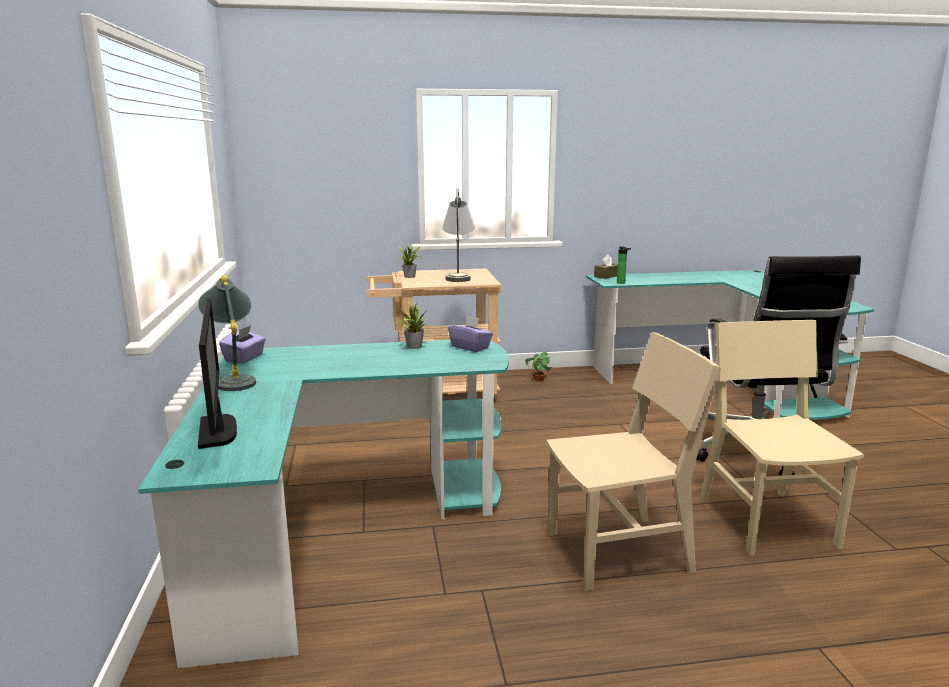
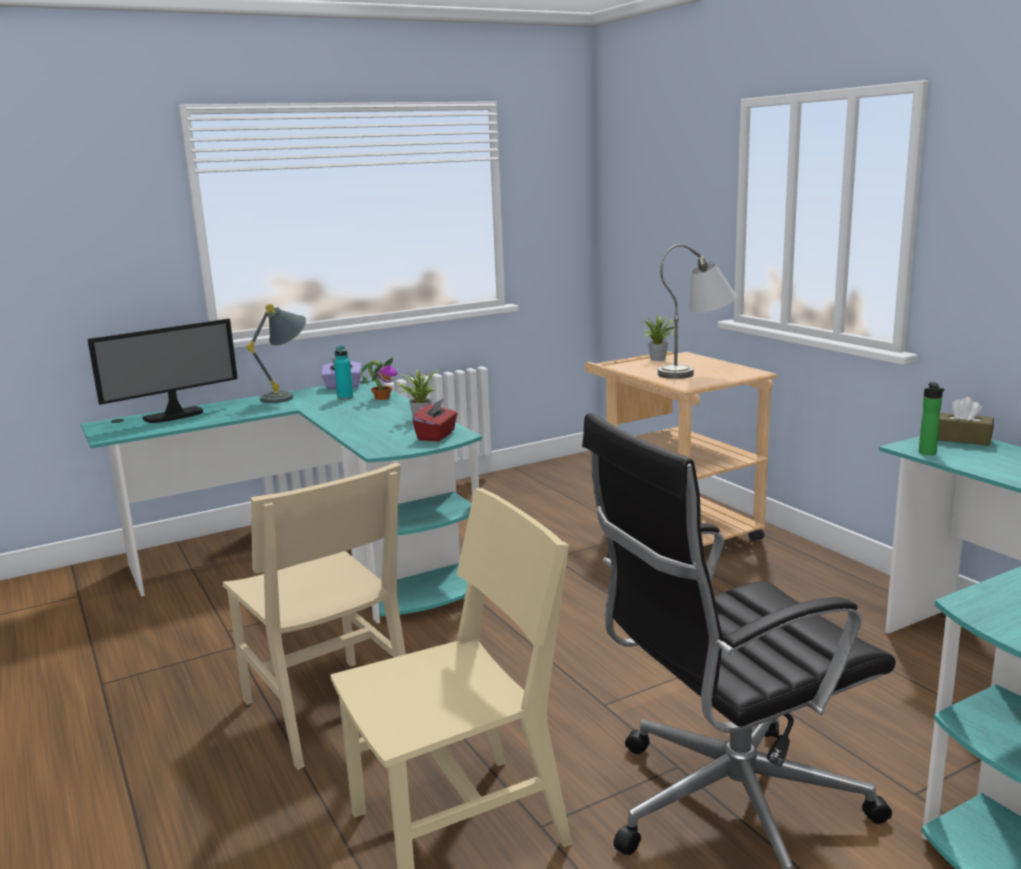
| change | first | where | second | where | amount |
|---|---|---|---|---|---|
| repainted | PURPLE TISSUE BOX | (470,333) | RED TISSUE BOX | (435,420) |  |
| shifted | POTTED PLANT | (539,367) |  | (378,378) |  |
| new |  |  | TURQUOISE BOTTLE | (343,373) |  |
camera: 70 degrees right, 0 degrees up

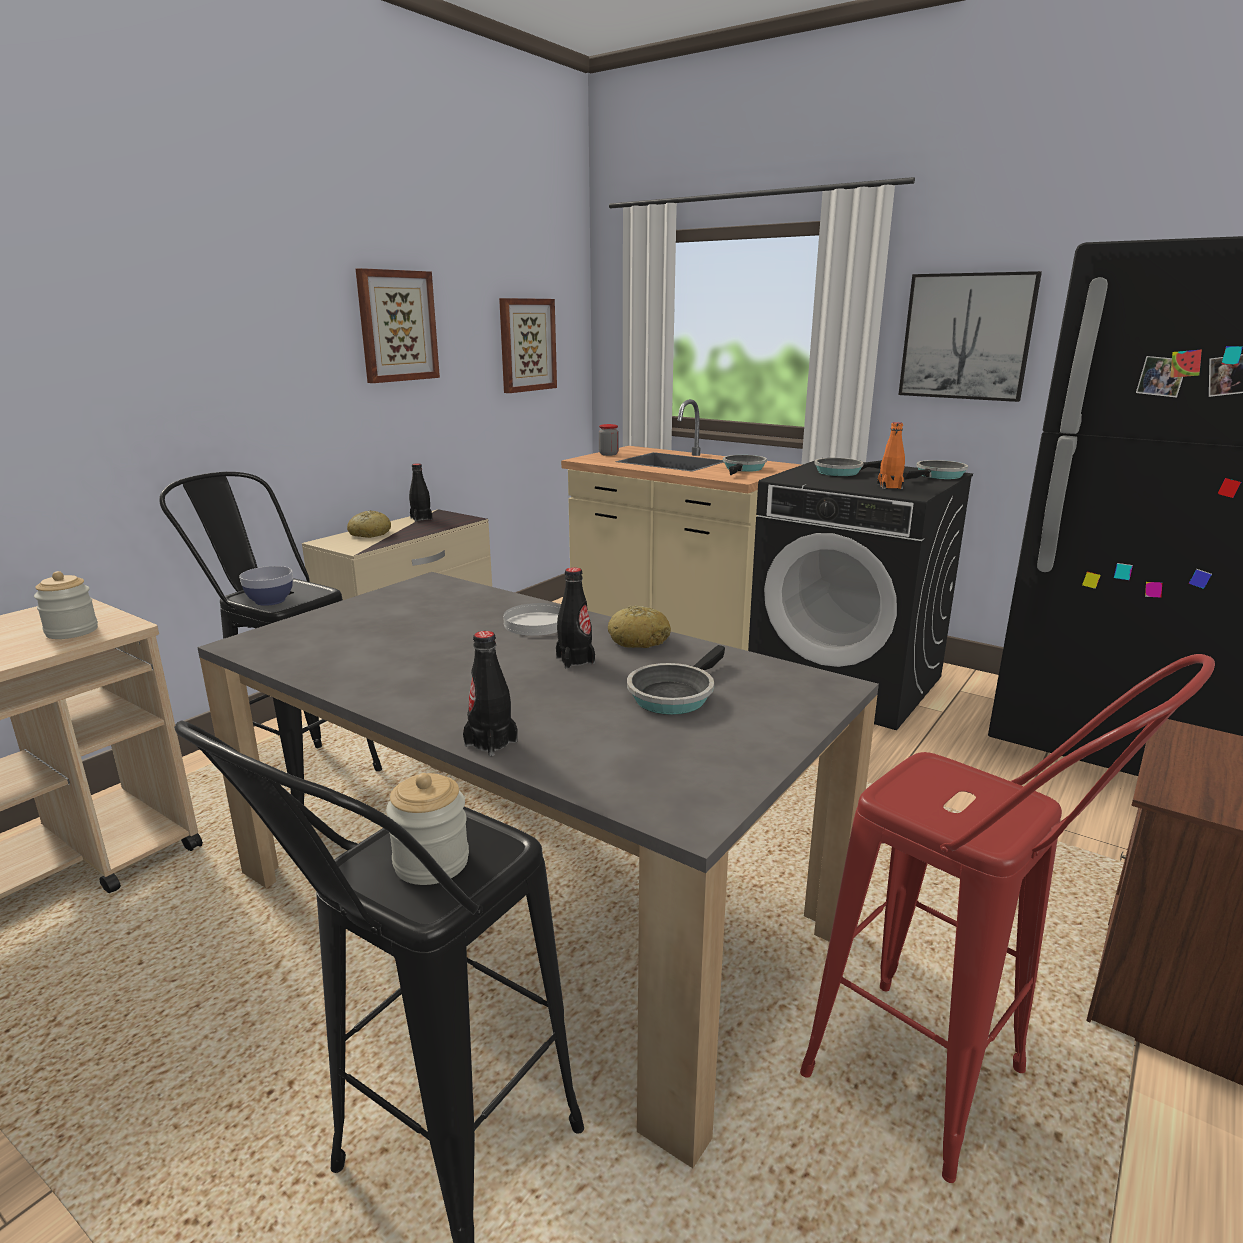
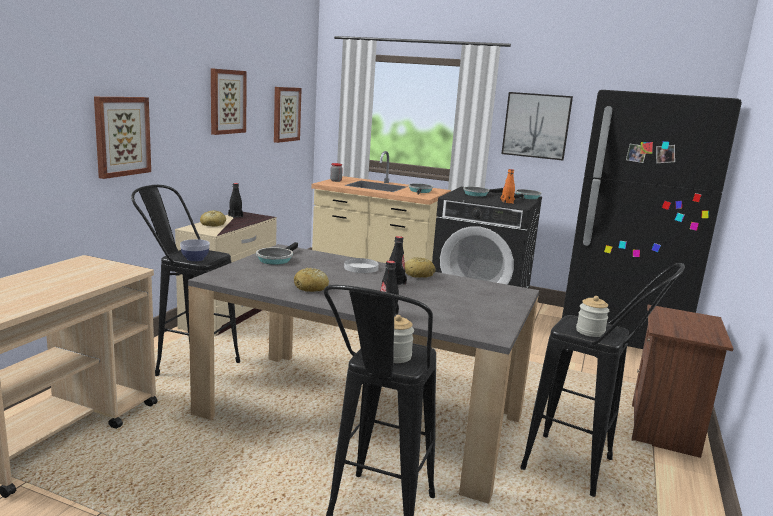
| change | first | where | second | where | amount |
|---|---|---|---|---|---|
| shifted | JAR | (66,605) |  | (592,316) |  |
| shifted | FRYING PAN | (676,680) |  | (277,253) |  |
| repainted | RED STOOL | (1007,918) | BLACK STOOL | (602,380) |  |
| new |  |  | PICTURE | (122,138) |  |
| new |  |  | BREAD | (311,280) |  |
camera: 15 degrees left, 5 degrees down

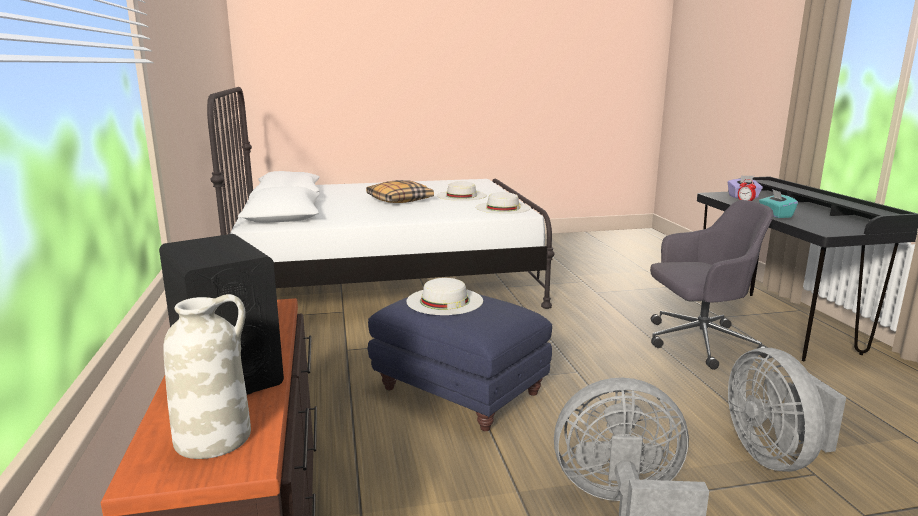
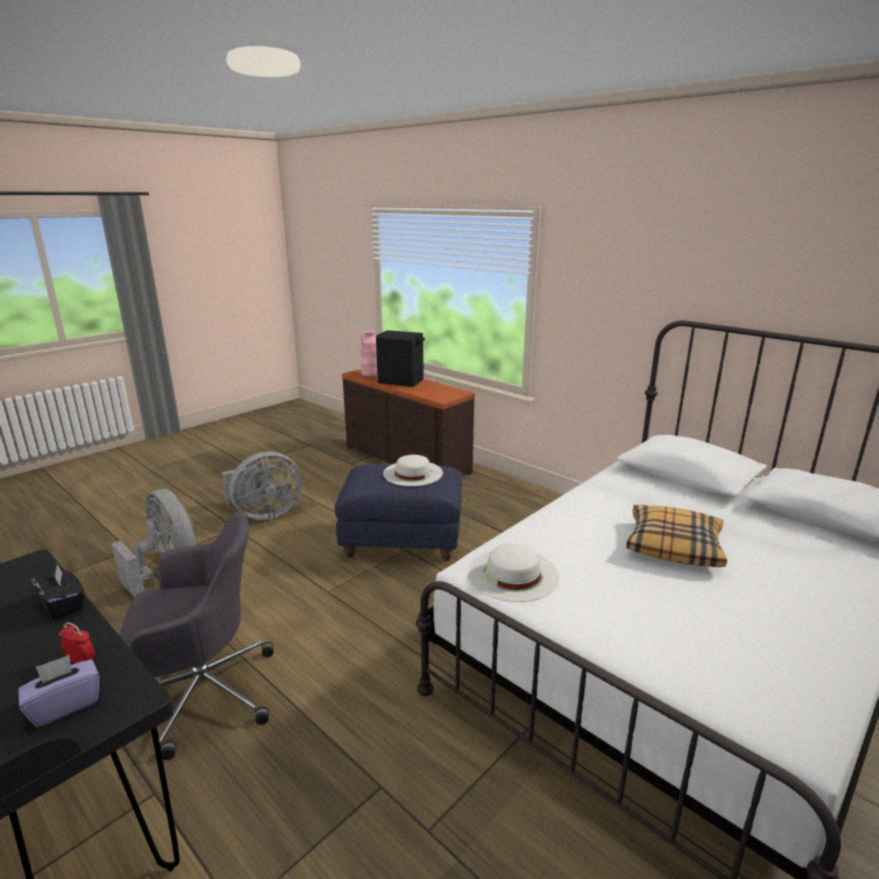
| change | first | where | second | where | amount |
|---|---|---|---|---|---|
| gone | WHITE HAT | (462,191) |  |  |  |
| repainted | TURQUOISE TISSUE BOX | (778,203) | BLACK TISSUE BOX | (58,592) |  |
| rotated | GREY OFFICE CHAIR | (712,285) |  | (196,635) | 150 degrees counterclockwise |
| repainted | WHITE VASE | (207,376) | PINK VASE | (368,353) |  |
camera: 145 degrees right, 5 degrees up

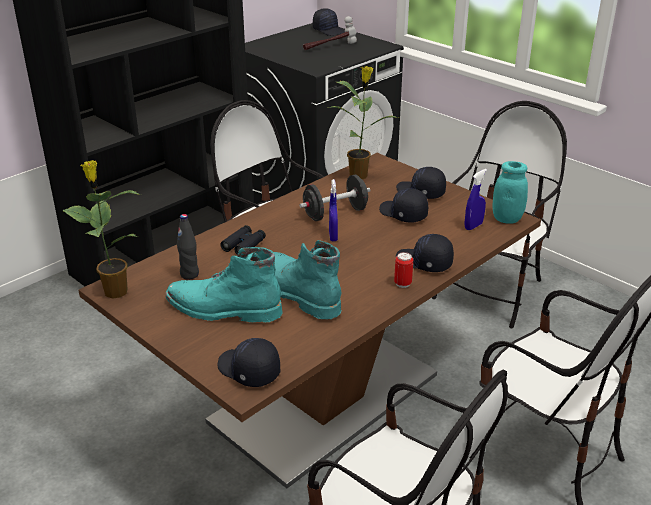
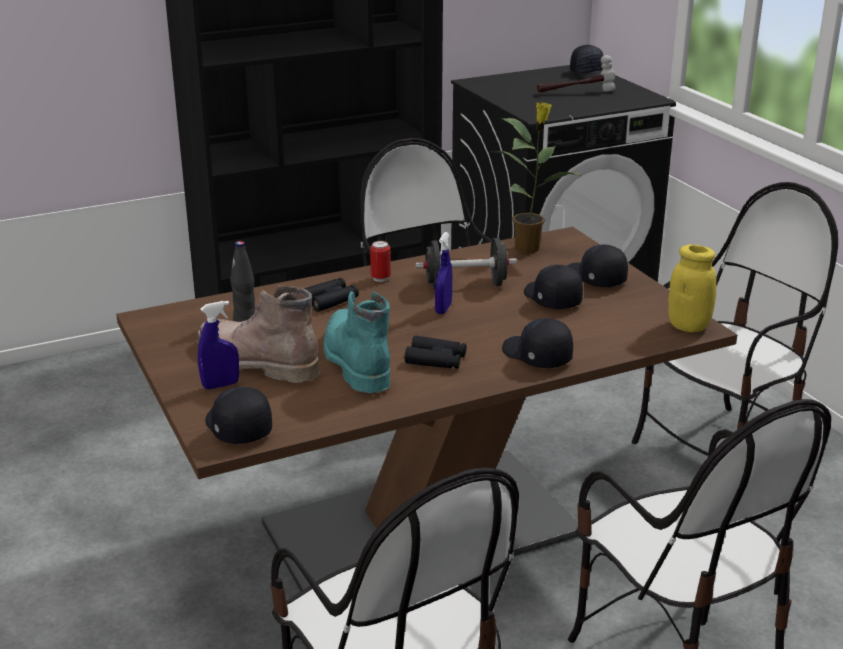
| change | first | where | second | where | amount |
|---|---|---|---|---|---|
| gone | POTTED PLANT | (101,229) |  |  |  |
| repainted | TURQUOISE JAR | (510,192) | YELLOW JAR | (692,288) |  |
| shifted | BLUE SPRAY BOTTLE | (476,199) |  | (218,345) |  |
| repainted | TURQUOISE BOOT | (223,284) | BROWN BOOT | (258,334) |  |
| shifted | CAN | (403,270) |  | (380,261) |  |
| new |  |  | BLACK BINOCULARS | (436,352) |  |
camera: 20 degrees right, 5 degrees down

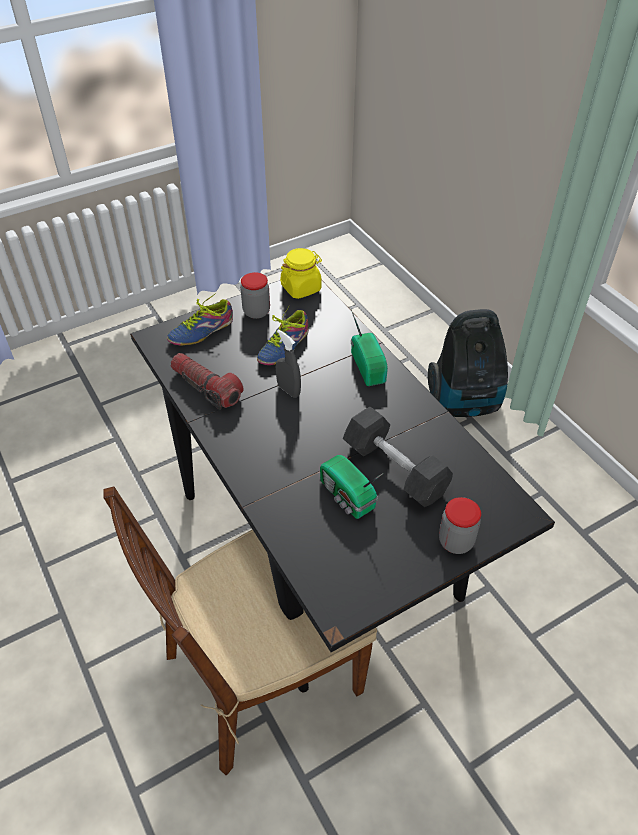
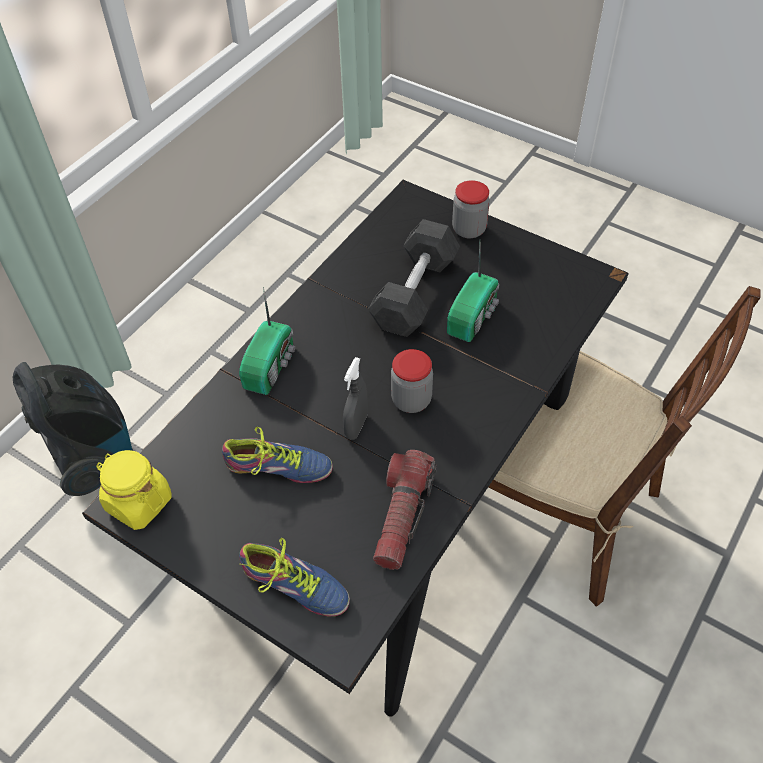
| change | first | where | second | where | amount |
|---|---|---|---|---|---|
| shifted | JAR | (255,295) |  | (412,381) |  |
| rotated | RADIO | (369,347) |  | (267,341) | 150 degrees clockwise |
camera: 115 degrees left, 5 degrees up

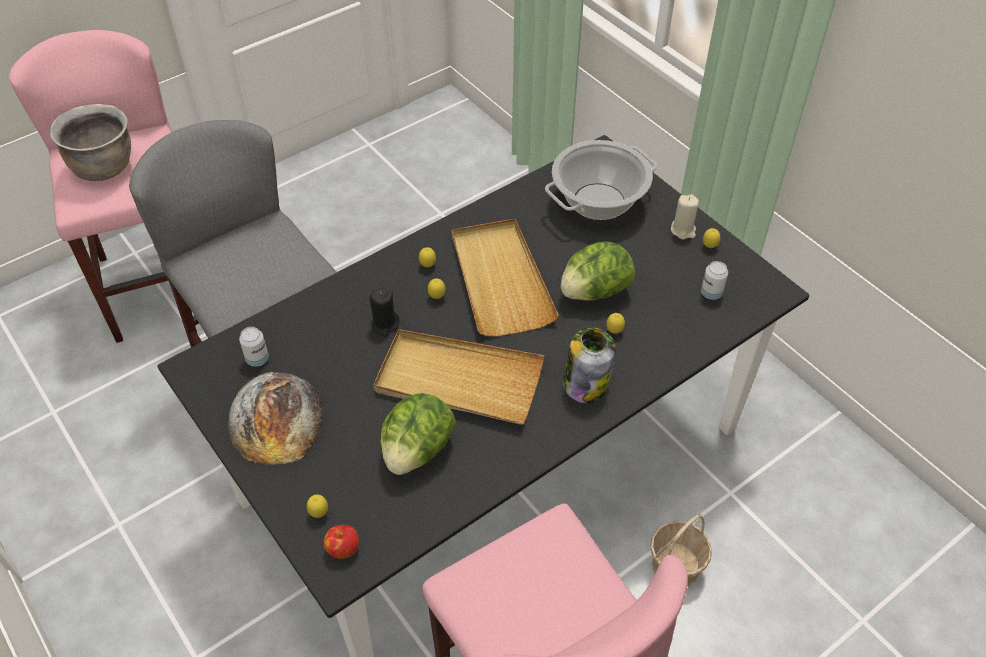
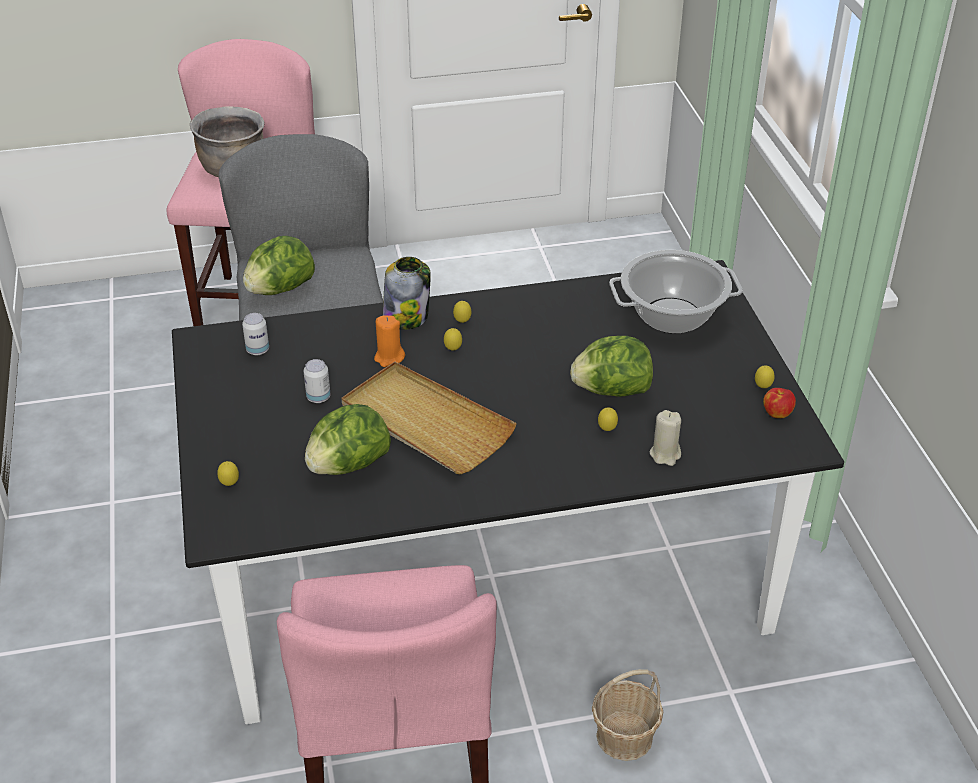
| change | first | where | second | where | amount |
|---|---|---|---|---|---|
| shifted | BEIGE CANDLE | (685,217) |  | (665,438) |  |
| gone | BEIGE TRAY | (505,278) |  |  |  |
| shifted | CAN | (714,280) |  | (317,381) |  |
| repainted | BLACK CANDLE | (384,312) | ORANGE CANDLE | (389,341) |  |
| shifted | JAR | (589,365) |  | (406,293) |  |
| gone | BREAD | (275,418) |  |  |  |
| shifted | APPLE | (341,542) |  | (779,403) |  |
| new |  |  | LETTUCE | (279,265) |  |
camera: 25 degrees right, 10 degrees down

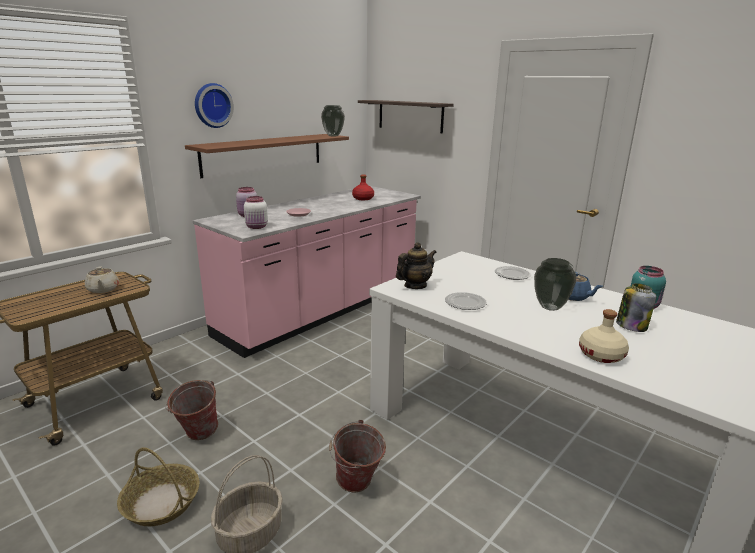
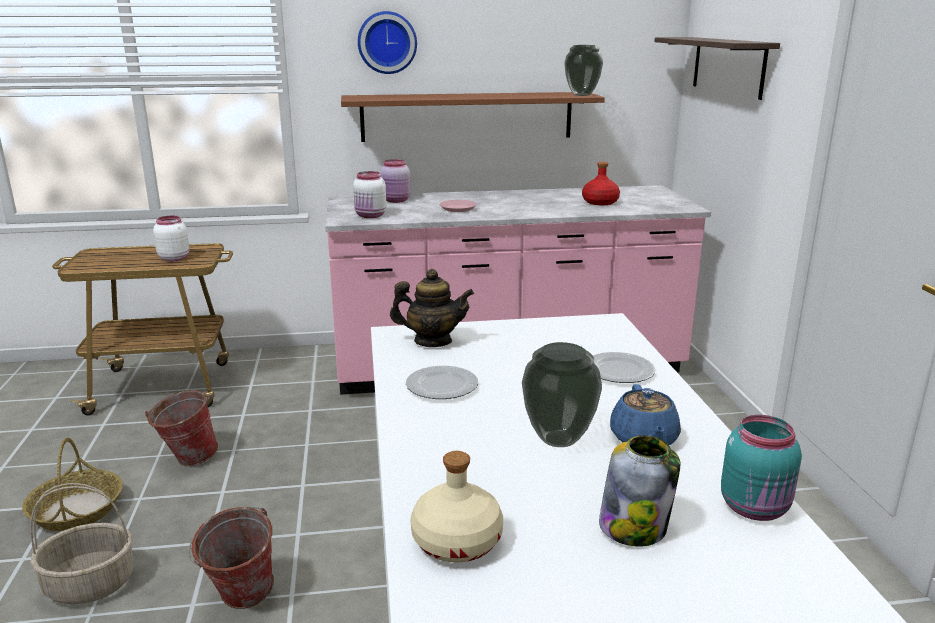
| change | first | where | second | where | amount |
|---|---|---|---|---|---|
| swapped | BEIGE TEAPOT | (102,280) | WHITE JAR | (171,239) |  |
camera: 40 degrees right, 0 degrees up

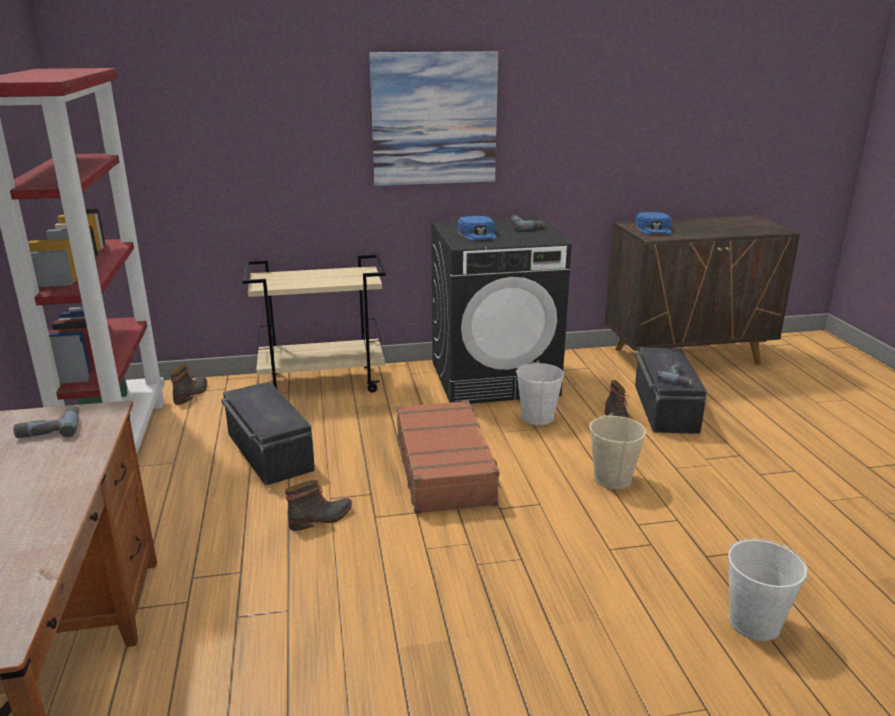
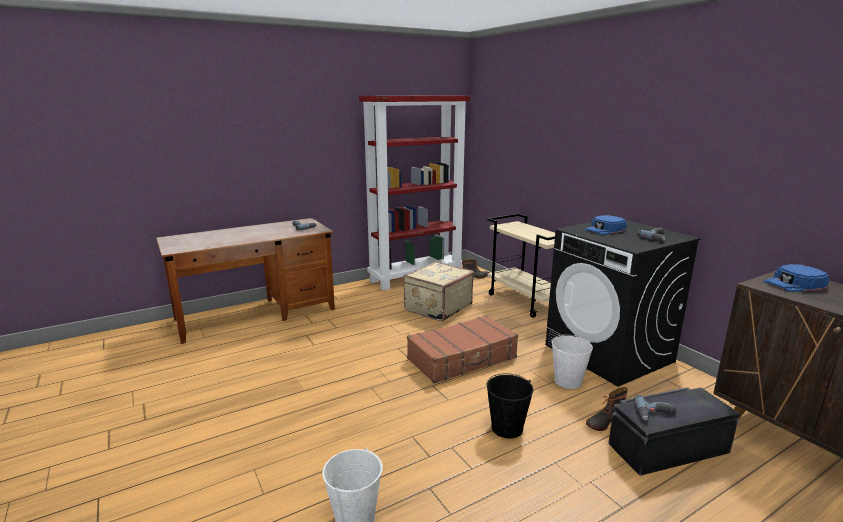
| change | first | where | second | where | amount |
|---|---|---|---|---|---|
| gone | PICTURE | (433,118) |  |  |  |
| swapped | BLACK STORAGE BOX | (268,433) | BEIGE SUITCASE | (438,291) |  |
| repainted | BEIGE BUCKET | (617,451) | BLACK BUCKET | (510,406) |  |
| gone | BOOT | (318,505) |  |  |  |
camera: 70 degrees right, 5 degrees down

